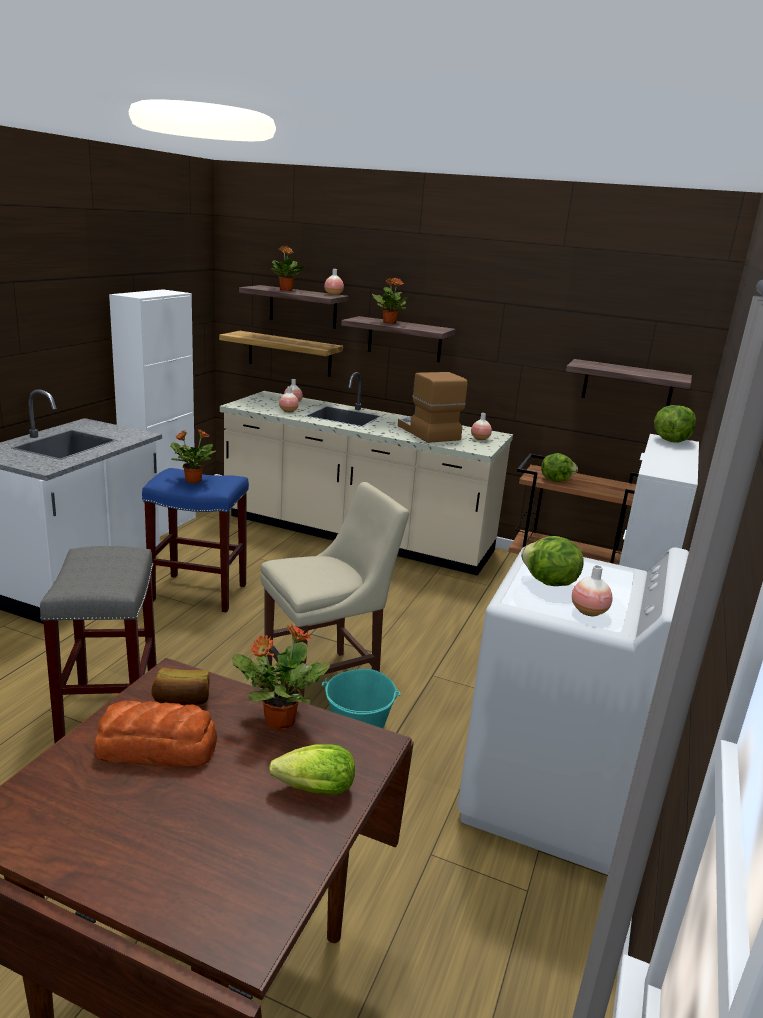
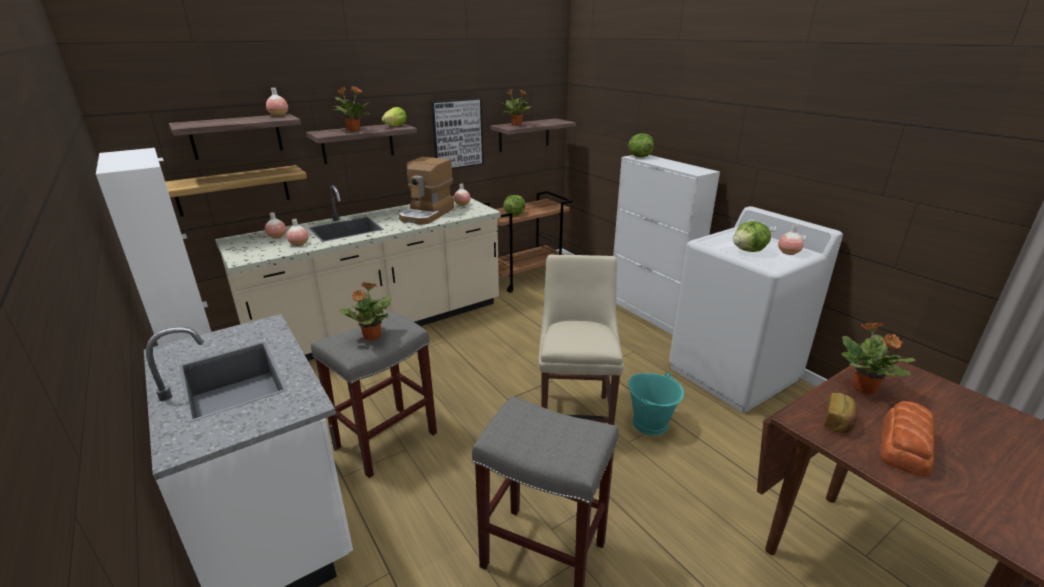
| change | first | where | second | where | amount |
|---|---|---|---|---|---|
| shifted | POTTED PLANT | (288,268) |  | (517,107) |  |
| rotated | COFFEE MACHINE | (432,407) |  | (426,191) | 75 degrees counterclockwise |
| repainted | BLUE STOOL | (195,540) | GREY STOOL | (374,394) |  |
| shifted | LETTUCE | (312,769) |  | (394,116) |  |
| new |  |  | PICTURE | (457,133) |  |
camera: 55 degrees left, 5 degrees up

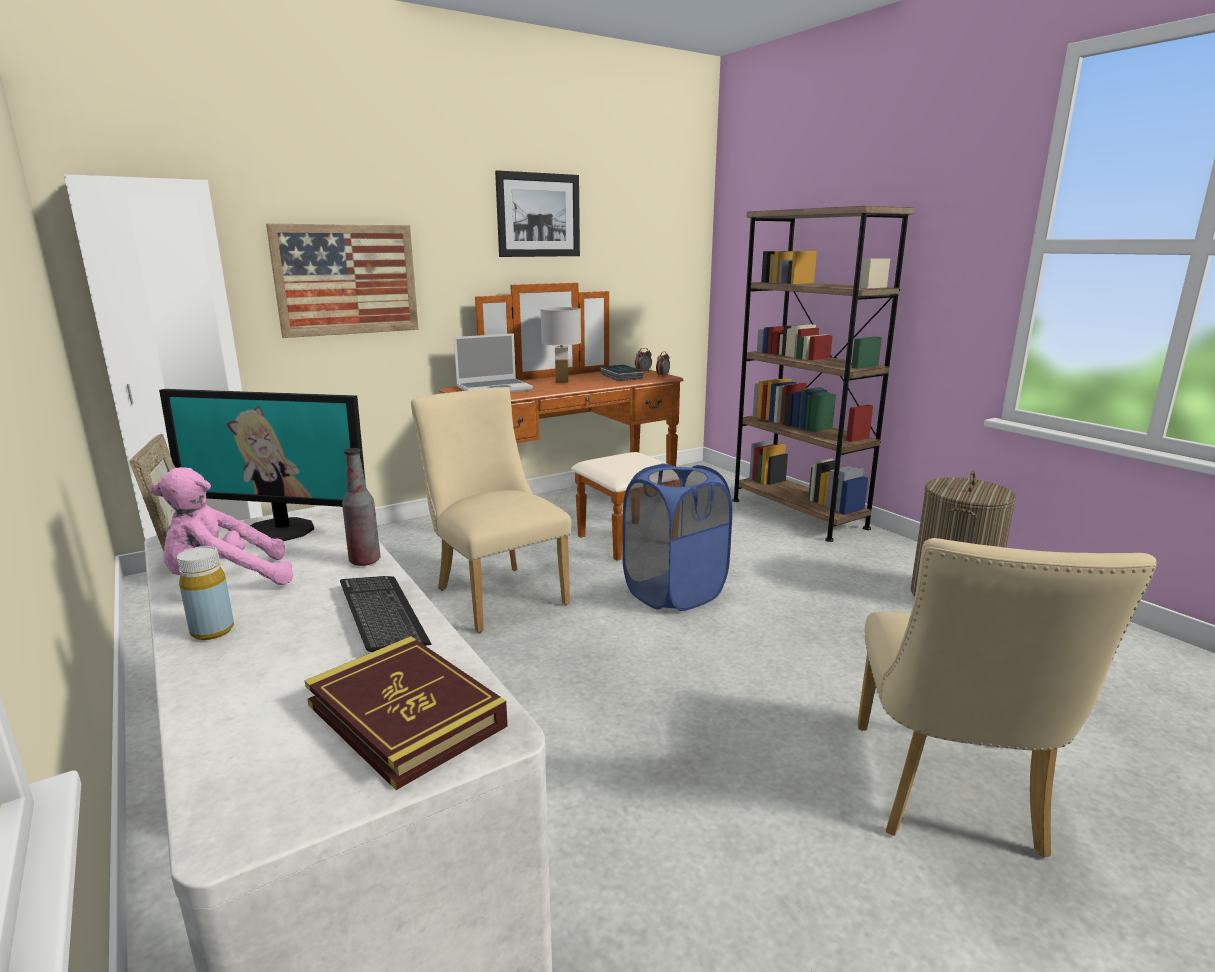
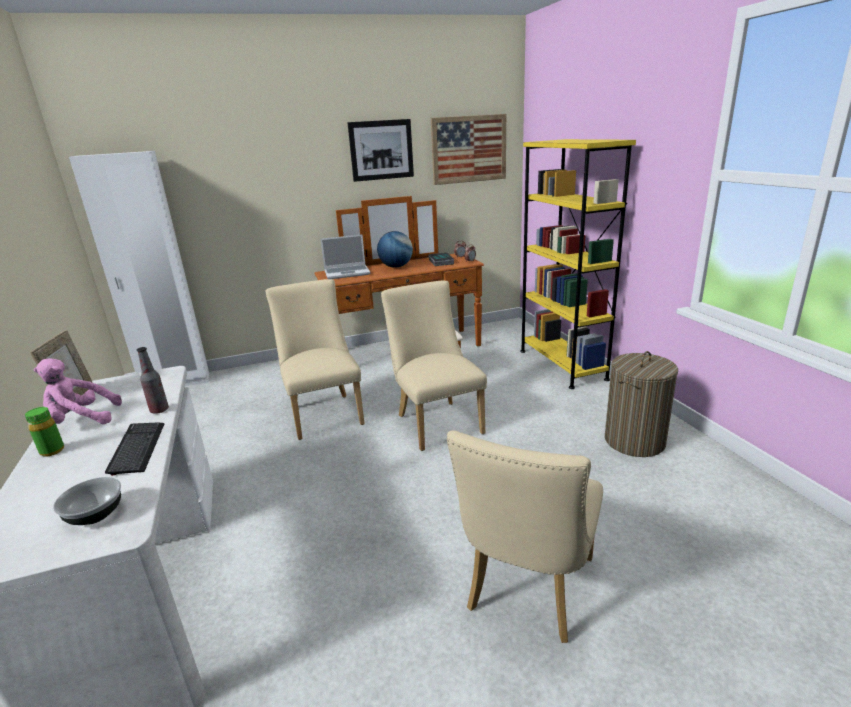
| change | first | where | second | where | amount |
|---|---|---|---|---|---|
| repainted | BROWN BOOKCASE | (823,374) | YELLOW BOOKCASE | (578,264) |  |
| shifted | PICTURE | (342,281) |  | (468,149) |  |
| swapped | WHITE TABLE LAMP | (560,345) | GLOBE | (395,249) |  |
| gone | MONITOR | (262,465) |  |  |  |
| swapped | BLUE LAUNDRY BASKET | (677,537) | BEIGE CHAIR | (434,366) |  |
| repainted | YELLOW BOTTLE | (205,593) | GREEN BOTTLE | (44,432) |  |
| swapped | BOOK | (406,713) | BOWL | (87,501) |  |
camera: 15 degrees right, 5 degrees up

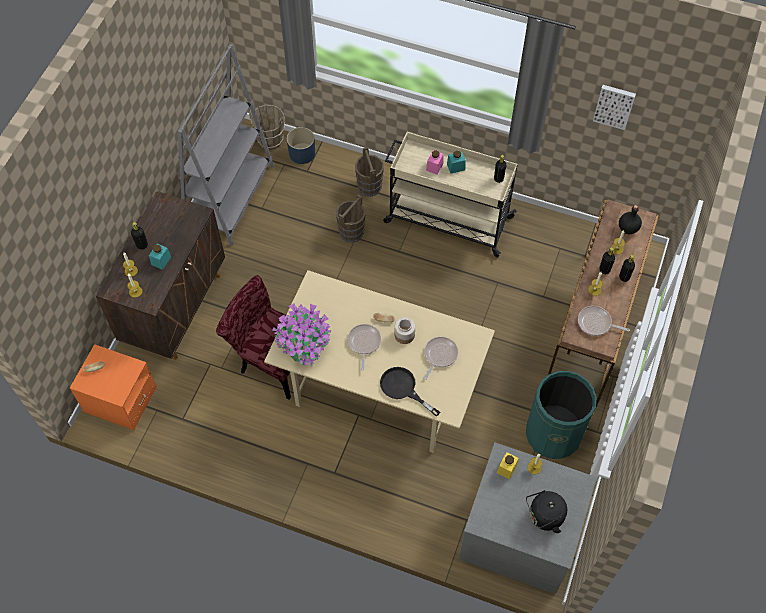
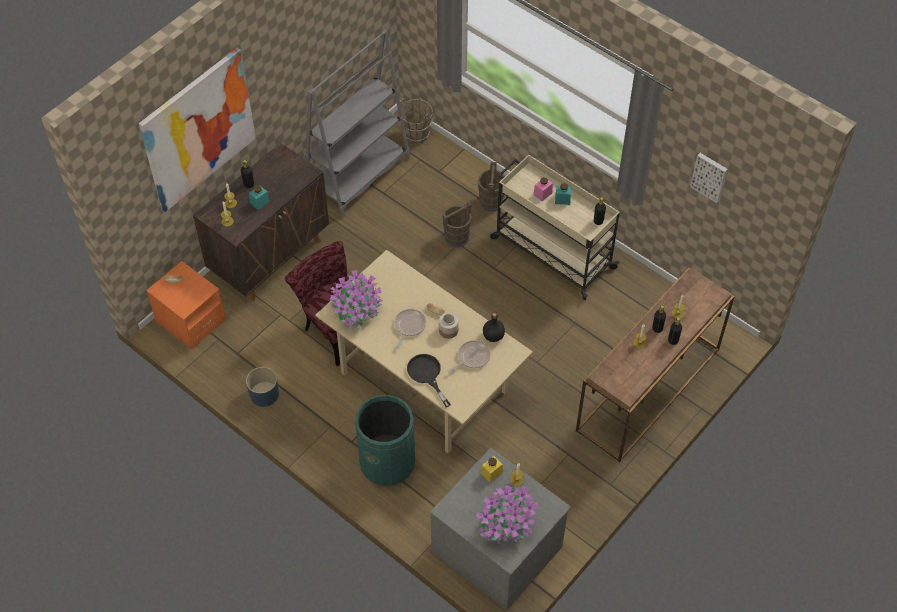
| change | first | where | second | where | amount |
|---|---|---|---|---|---|
| shifted | BLUE PLANTER | (301,145) |  | (262,387) |  |
| shifted | BLACK BOTTLE | (630,219) |  | (494,327) |  |
| gone | FRYING PAN | (604,321) |  |  |  |
| shifted | GREEN TRASH CAN | (561,415) |  | (385,440) |  |
| swapped | BLACK KETTLE | (546,511) | POTTED PLANT | (507,514) |  |
| new |  |  | PICTURE | (197,130) |  |
camera: 20 degrees right, 5 degrees down

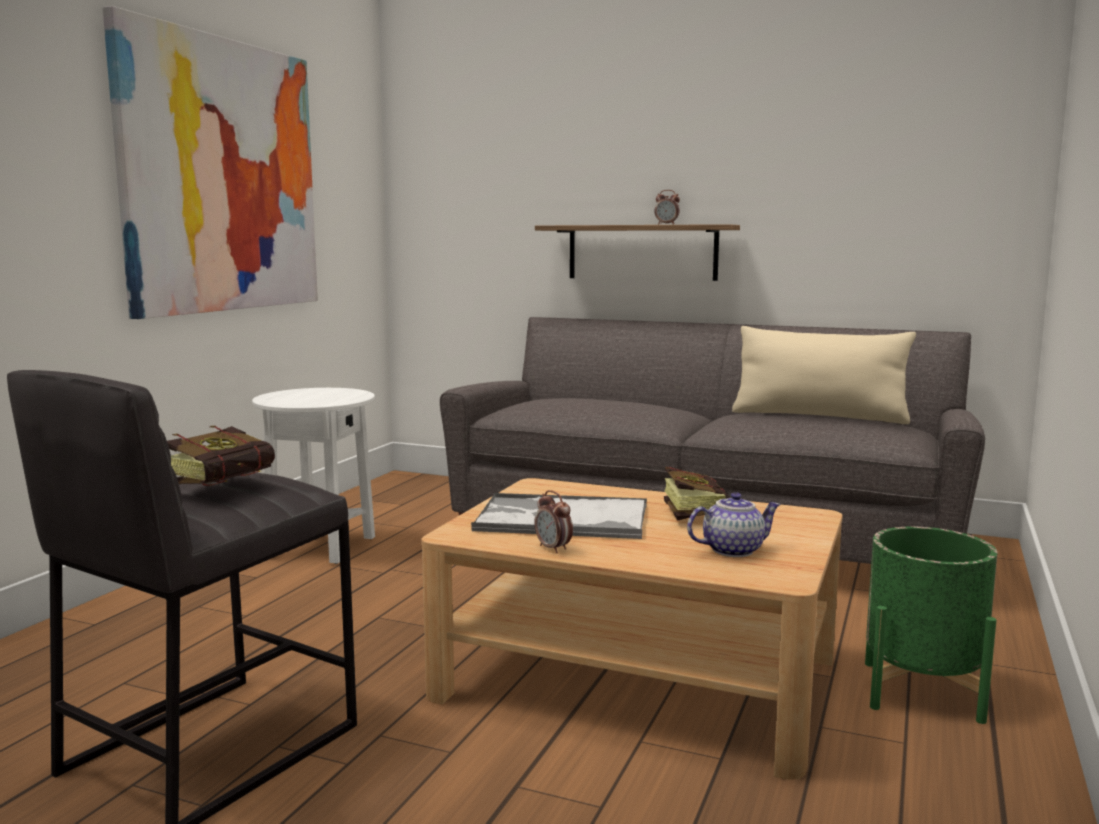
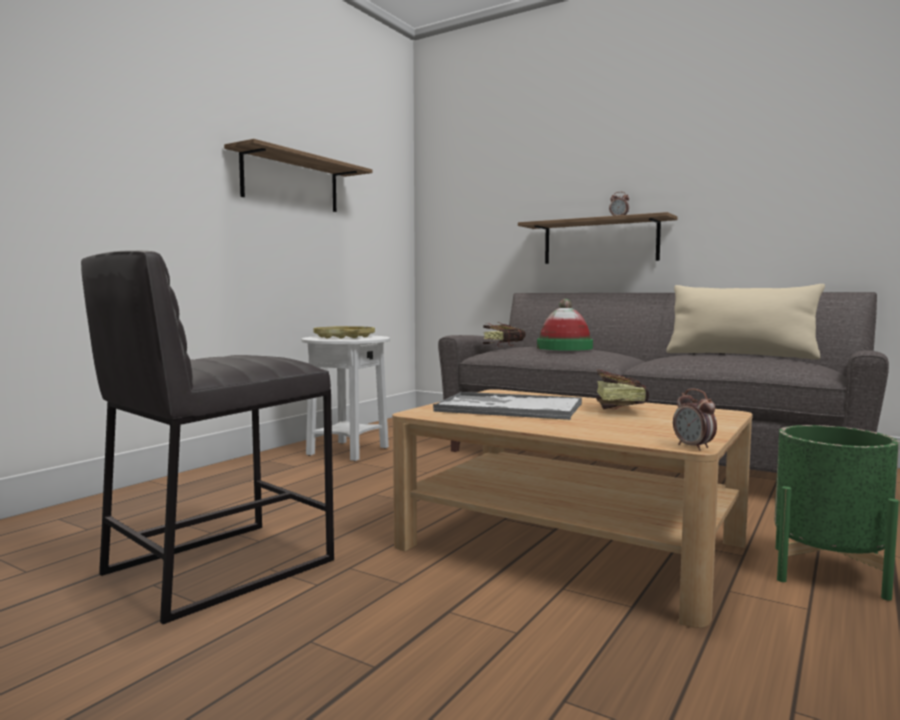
| change | first | where | second | where | amount |
|---|---|---|---|---|---|
| swapped | PICTURE | (210,162) | SHELF | (298,175) |  |
| shifted | BOOK | (221,456) |  | (504,334) |  |
| shifted | ALARM CLOCK | (553,522) |  | (695,419) |  |
| gone | TEAPOT | (734,524) |  |  |  |
| new |  |  | HAT | (565,325) |  |
| new |  |  | YELLOW TRAY | (344,332) |  |
camera: 10 degrees right, 5 degrees down

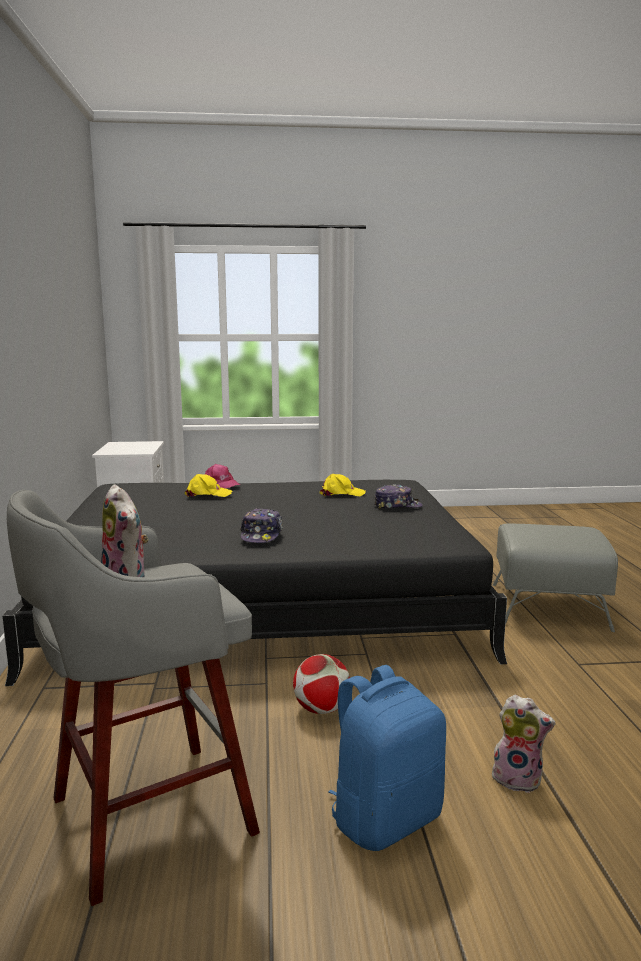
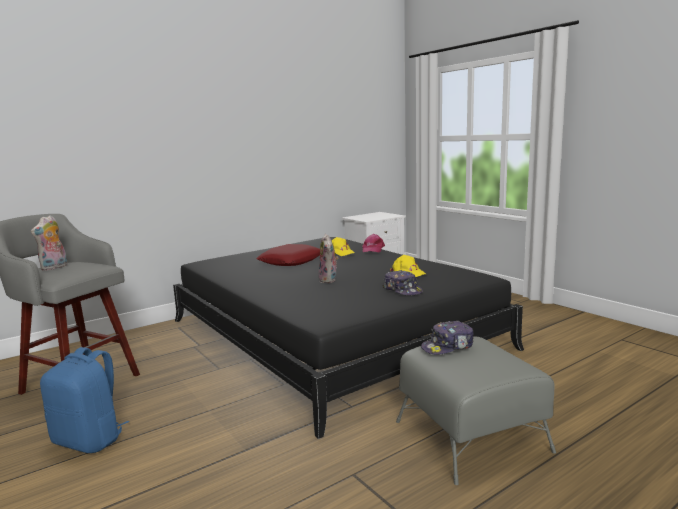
| change | first | where | second | where | amount |
|---|---|---|---|---|---|
| shifted | CAP | (261,525) |  | (447,338) |  |
| gone | FOOTBALL | (321,684) |  |  |  |
| shifted | PLUSH TOY | (522,744) |  | (329,258) |  |
| new |  |  | RED PILLOW | (288,255) |  |
camera: 60 degrees right, 0 degrees up

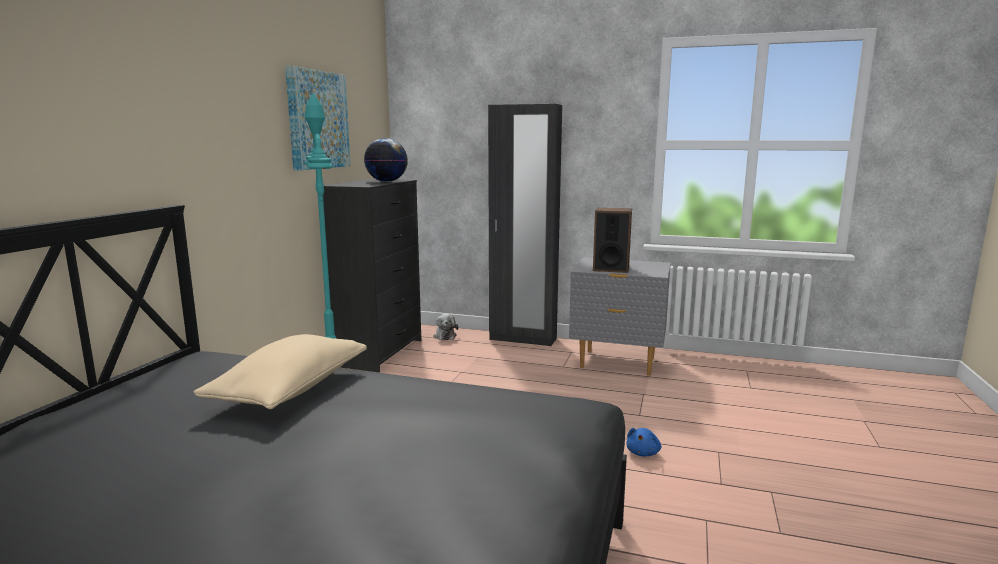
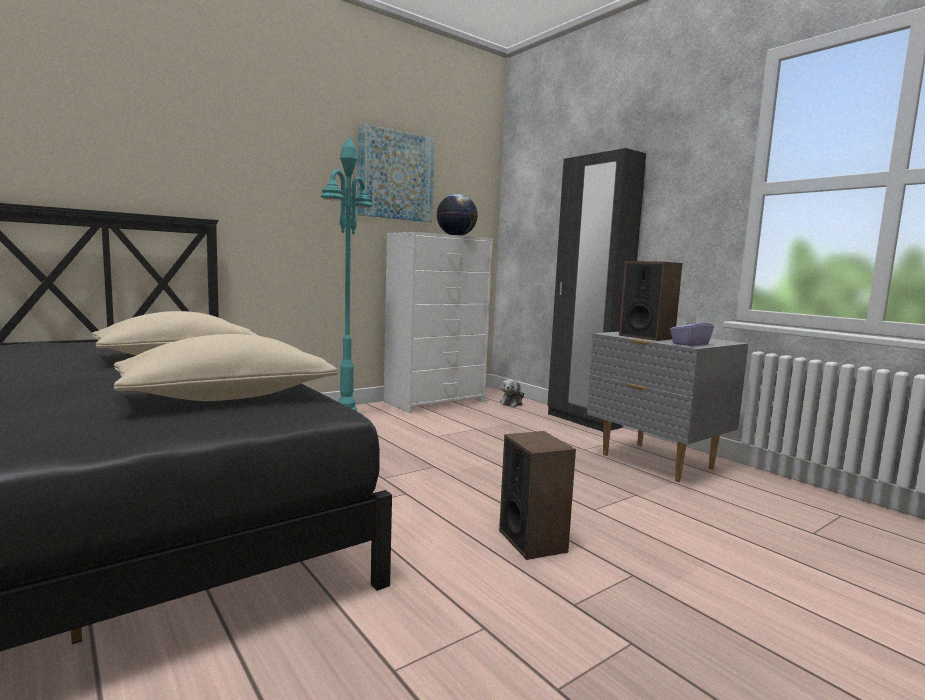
| change | first | where | second | where | amount |
|---|---|---|---|---|---|
| repainted | BLACK DRESSER | (372,275) | WHITE DRESSER | (438,322) |  |
| swapped | BLUE PLUSH TOY | (643,442) | SPEAKER | (537,495) |  |
| new |  |  | PURPLE TISSUE BOX | (692,330) |  |
| new |  |  | BEIGE PILLOW | (226,367) |  |
camera: 35 degrees right, 5 degrees down

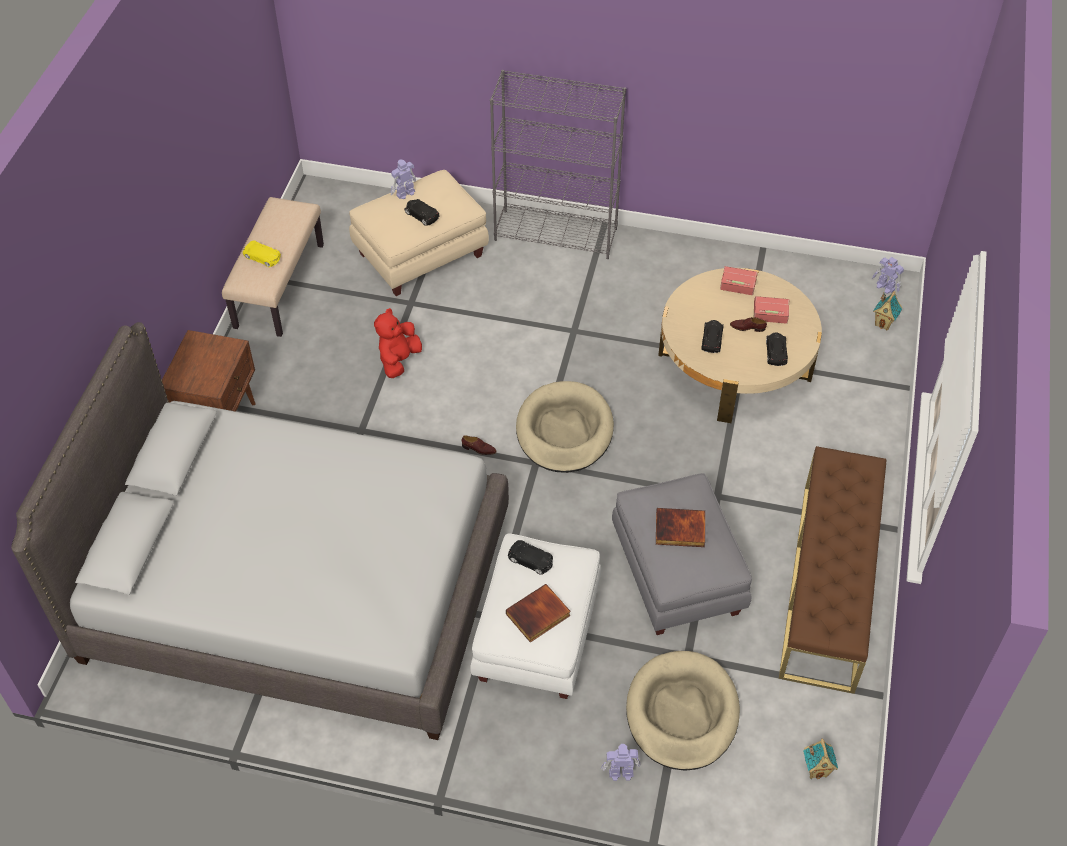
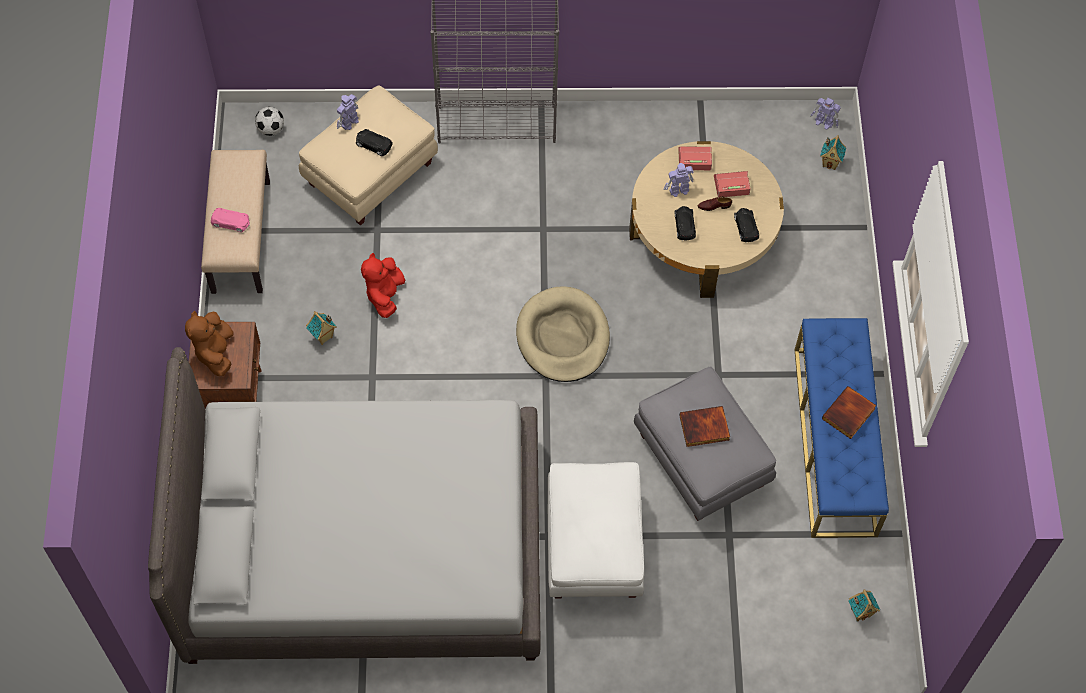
| change | first | where | second | where | amount |
|---|---|---|---|---|---|
| repainted | YELLOW TOY CAR | (262,253) | PINK TOY CAR | (230,220) |  |
| gone | BROWN SHOE | (479,445) |  |  |  |
| repainted | BROWN BENCH | (832,570) | BLUE BENCH | (842,428) |  |
| gone | BLACK TOY CAR | (530,557) |  |  |  |
| shifted | BOOK | (538,613) |  | (849,412) |  |
| gone | BEIGE DOG BED | (683,711) |  |  |  |
| shifted | TOY ROBOT | (620,762) |  | (678,180) |  |
| new |  |  | FOOTBALL | (269,121) |  |
| new |  |  | BROWN PLUSH TOY | (209,343) |  |
| new |  |  | TOY HOUSE | (321,328) |  |
camera: 15 degrees left, 10 degrees up

